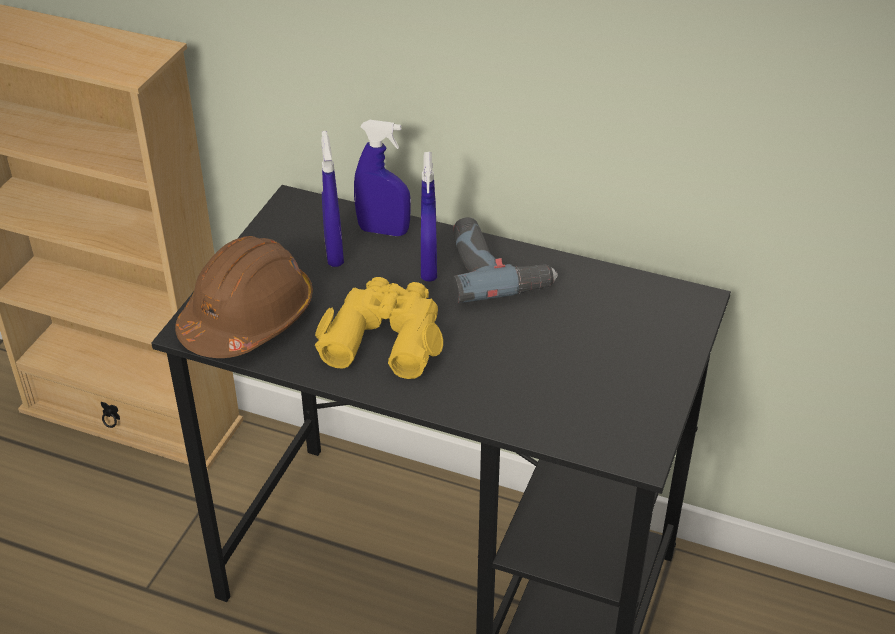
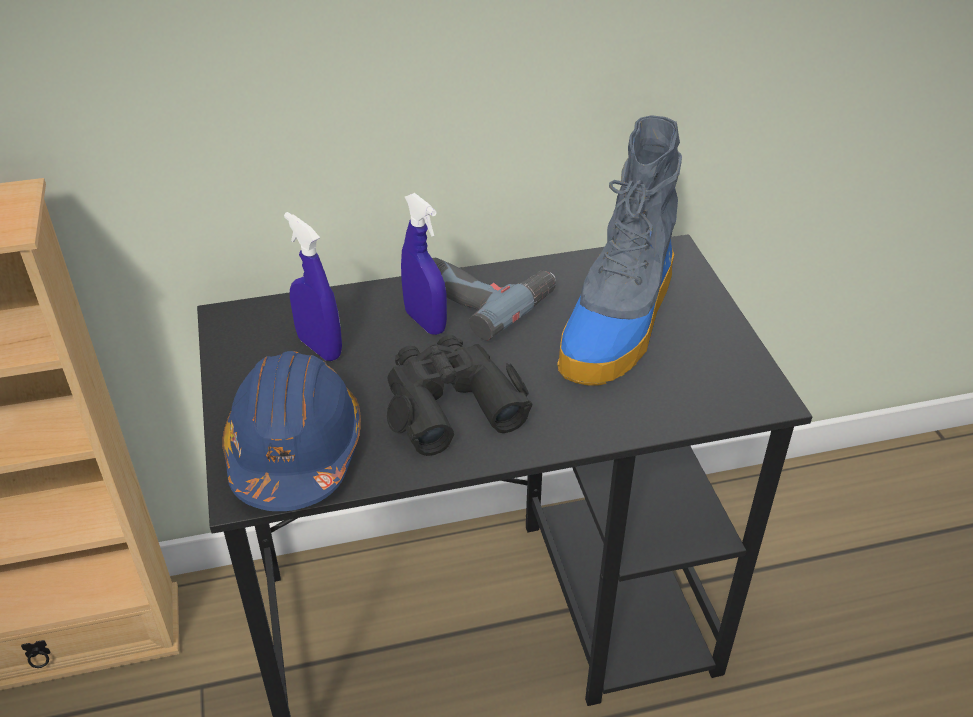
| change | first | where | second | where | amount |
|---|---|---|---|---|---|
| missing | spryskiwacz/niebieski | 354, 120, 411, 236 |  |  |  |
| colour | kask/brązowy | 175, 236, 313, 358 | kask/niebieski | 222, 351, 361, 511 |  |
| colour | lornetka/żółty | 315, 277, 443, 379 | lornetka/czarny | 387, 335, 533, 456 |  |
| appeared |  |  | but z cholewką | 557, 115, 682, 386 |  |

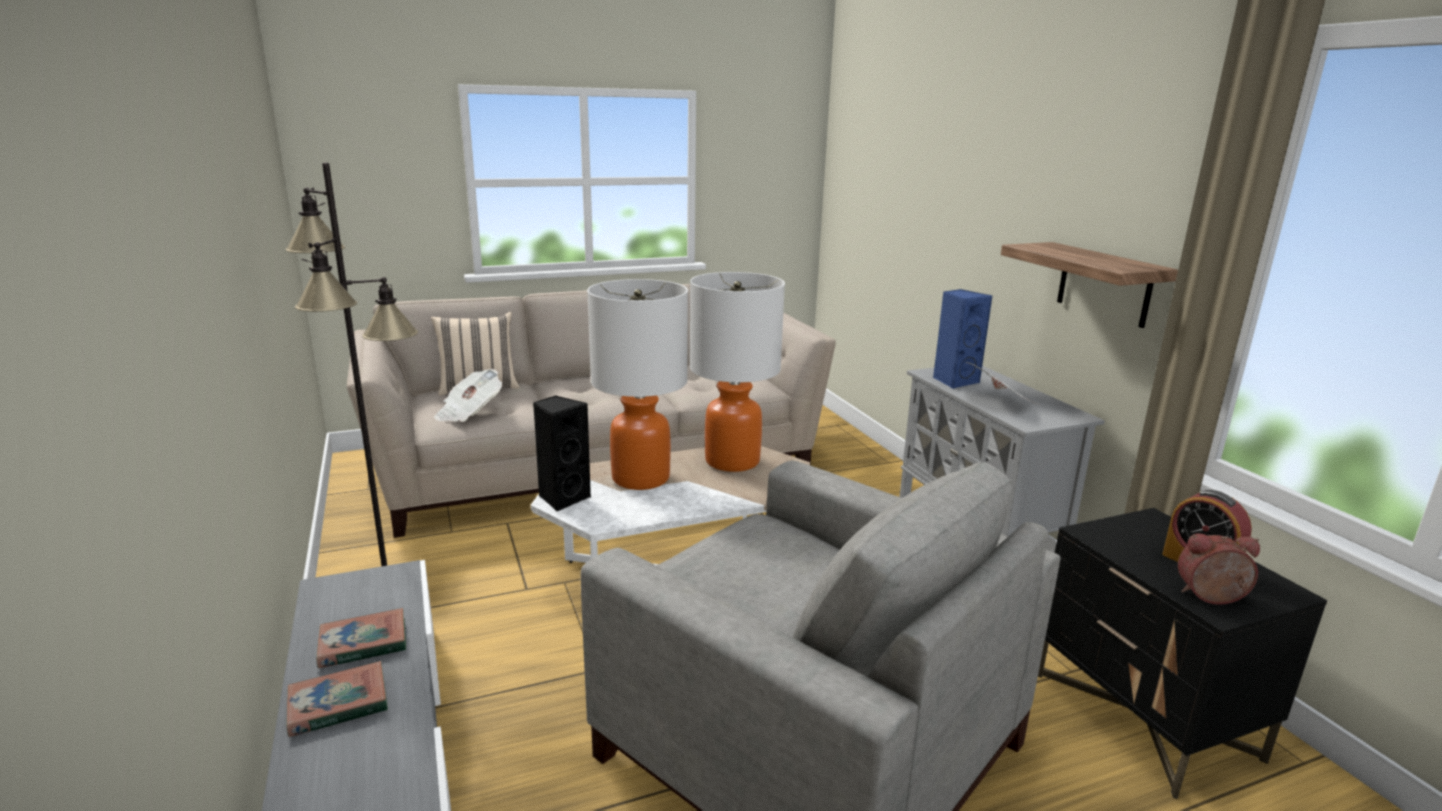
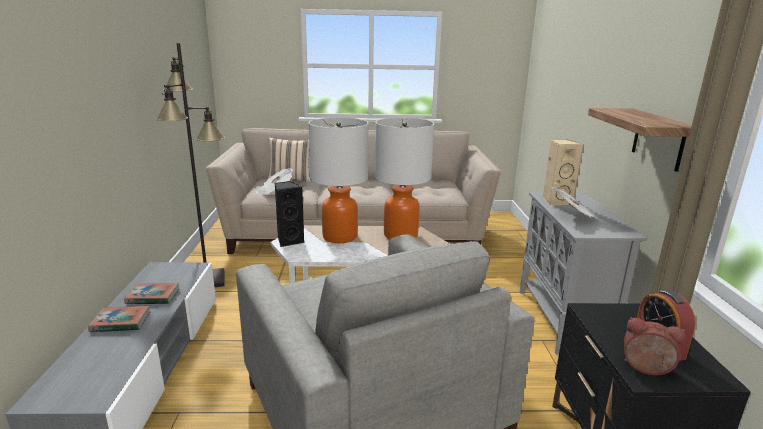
| change | first | where | second | where | amount |
|---|---|---|---|---|---|
| colour | głośnik/niebieski | 933, 289, 992, 389 | głośnik/beżowy | 542, 139, 584, 206 |  |

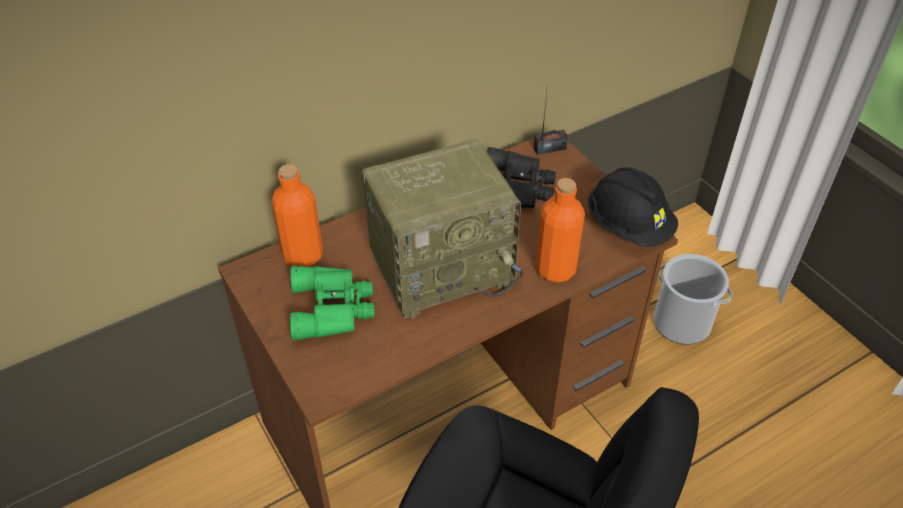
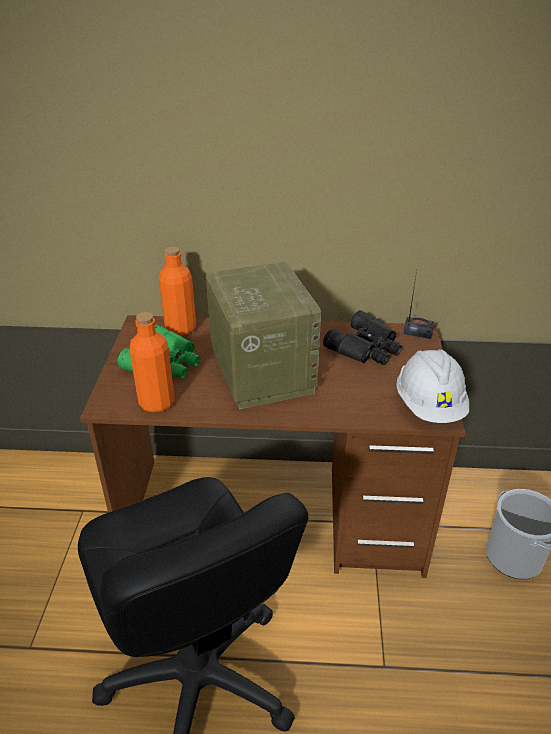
| change | first | where | second | where | amount |
|---|---|---|---|---|---|
| spun | radio | 362, 139, 523, 319 |  | 206, 262, 321, 409 | 120 degrees counterclockwise |
| colour | kask/czarny | 588, 167, 678, 247 | kask/biały | 396, 349, 469, 423 |  |
| relocated | butelka/pomarańczowy | 535, 178, 585, 283 |  | 130, 312, 175, 413 |  |

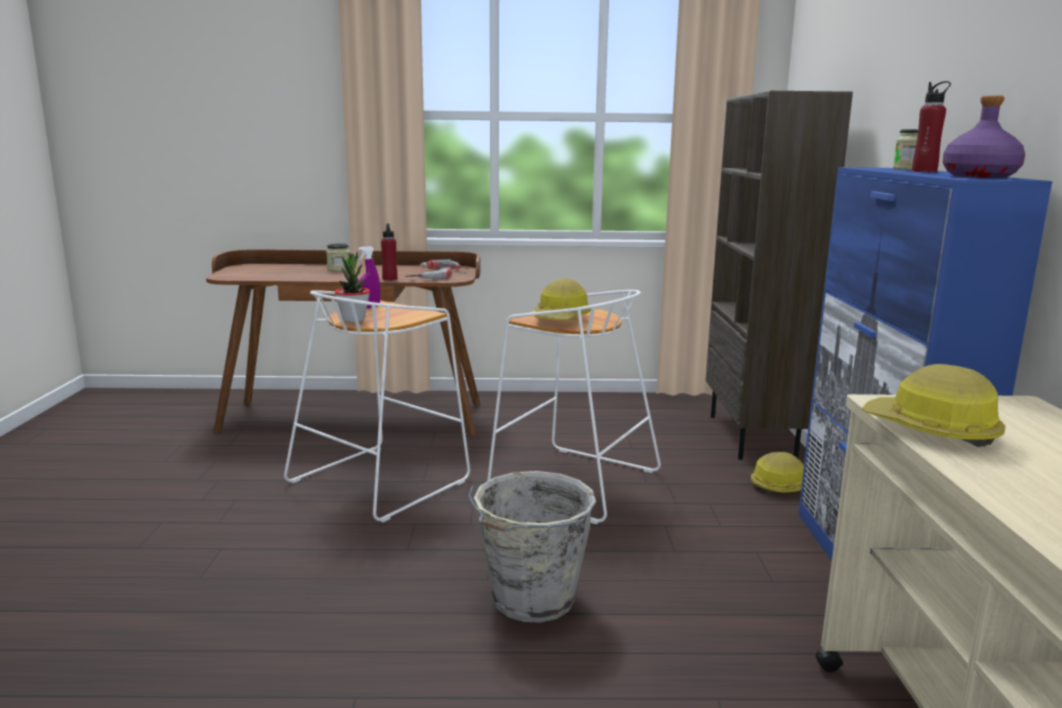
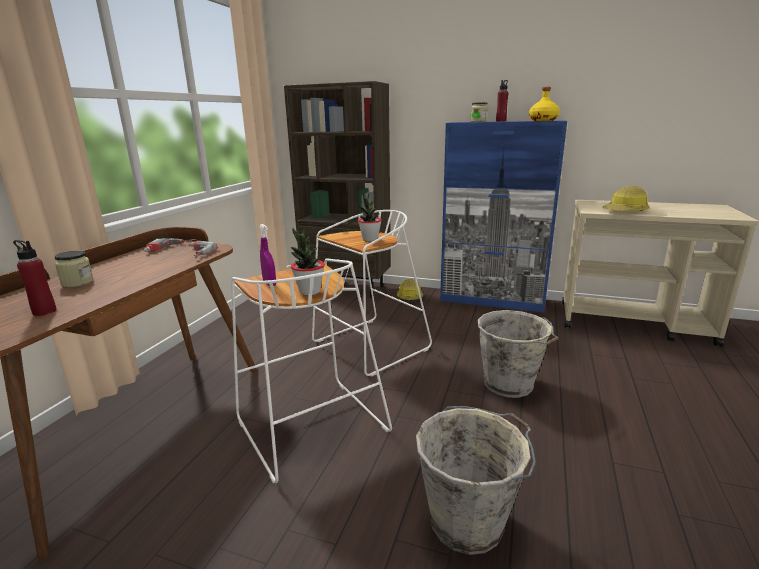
| change | first | where | second | where | amount |
|---|---|---|---|---|---|
| colour | butelka/fioletowy | 942, 95, 1025, 178 | butelka/żółty | 529, 87, 560, 121 |  |
| relocated | butelka/czerwony | 381, 223, 398, 281 |  | 13, 240, 57, 316 |  |
| exchanged | kask | 535, 278, 591, 320 | roślina doniczkowa | 358, 192, 382, 242 |  |
| appeared |  |  | wiadro/szary | 416, 406, 536, 555 |  |

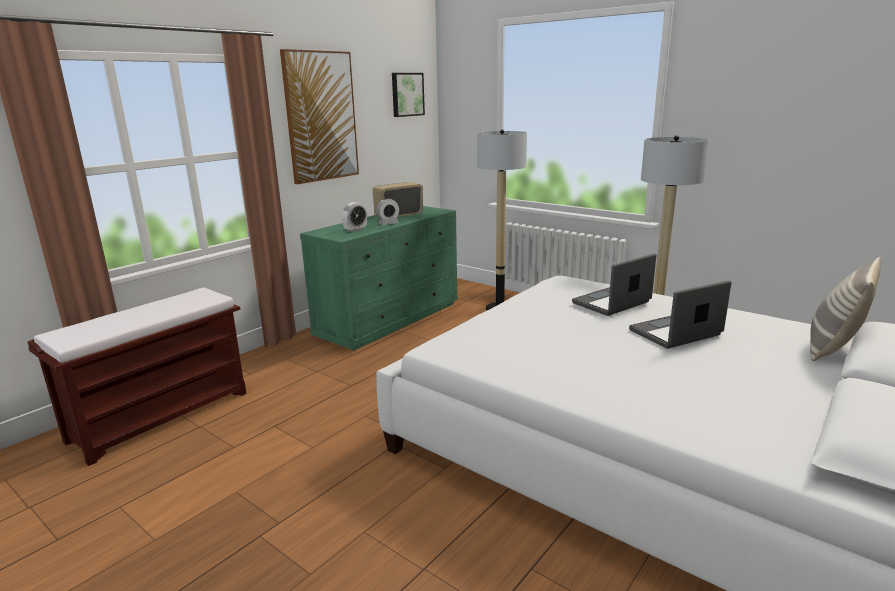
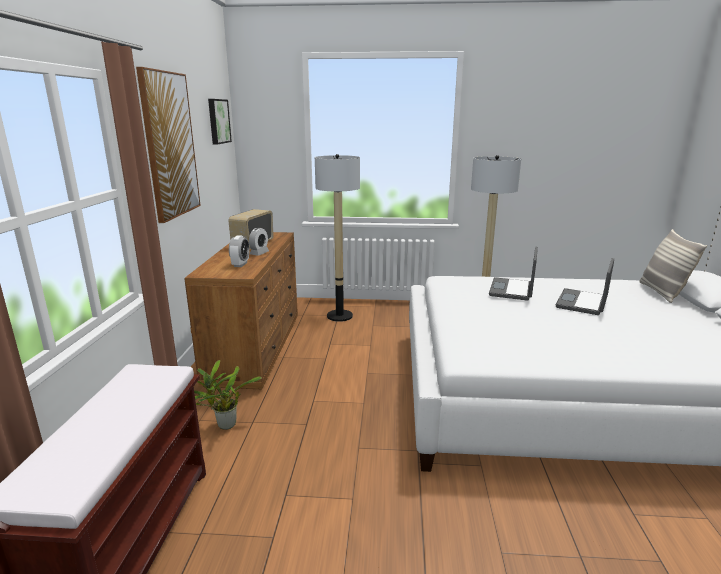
| change | first | where | second | where | amount |
|---|---|---|---|---|---|
| colour | komoda/zielony | 300, 206, 458, 350 | komoda/brązowy | 184, 232, 298, 389 |  |
| appeared |  |  | roślina doniczkowa | 194, 360, 262, 430 |  |

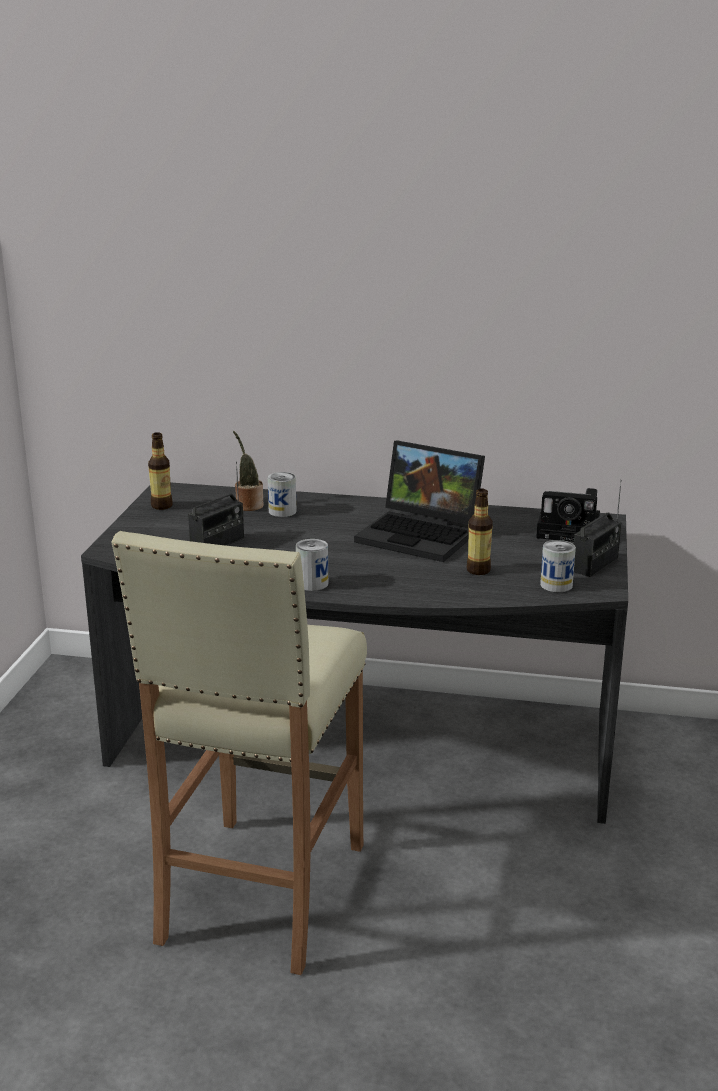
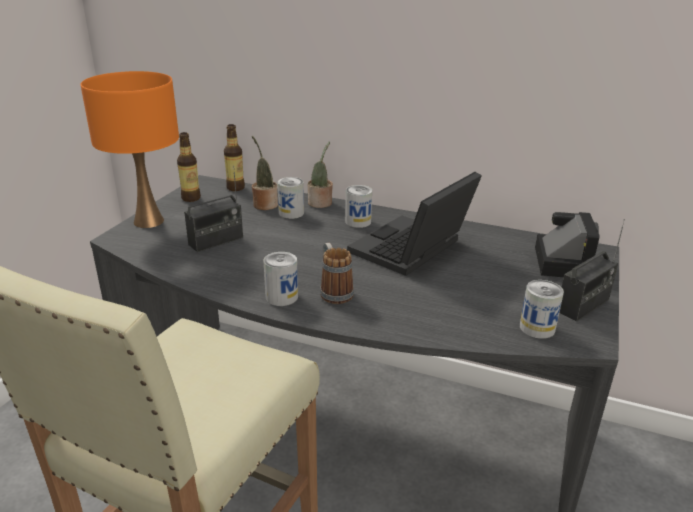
| change | first | where | second | where | amount |
|---|---|---|---|---|---|
| spun | laptop | 354, 441, 485, 562 |  | 347, 172, 482, 276 | 90 degrees clockwise |
| spun | aparat fotograficzny | 536, 488, 600, 542 |  | 535, 212, 600, 277 | 105 degrees counterclockwise |
| relocated | butelka | 466, 489, 493, 575 |  | 224, 124, 245, 191 |  |
| appeared |  |  | lampa stołowa/pomarańczowy | 80, 71, 179, 228 |  |
| appeared |  |  | roślina doniczkowa | 308, 142, 333, 208 |  |
| appeared |  |  | puszka | 345, 185, 372, 228 |  |
| appeared |  |  | kubek | 320, 243, 354, 304 |  |

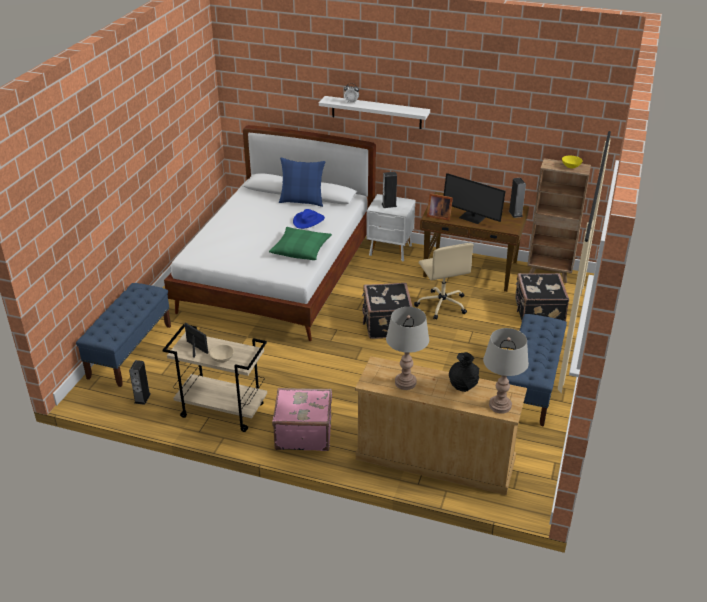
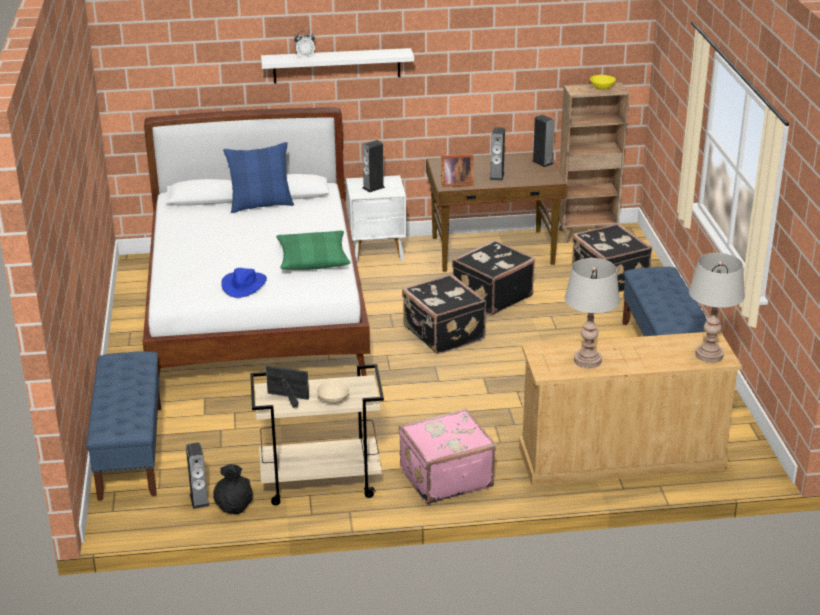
| change | first | where | second | where | amount |
|---|---|---|---|---|---|
| exchanged | monitor | 444, 173, 506, 224 | głośnik | 490, 127, 505, 181 |  |
| relocated | kapelusz/niebieski | 293, 209, 325, 229 |  | 221, 268, 267, 298 |  |
| exchanged | krzesło biurowe/beżowy | 414, 243, 474, 320 | walizka/czarny | 452, 240, 535, 316 |  |
| relocated | wazon/czarny | 449, 352, 479, 392 |  | 213, 464, 253, 514 |  |

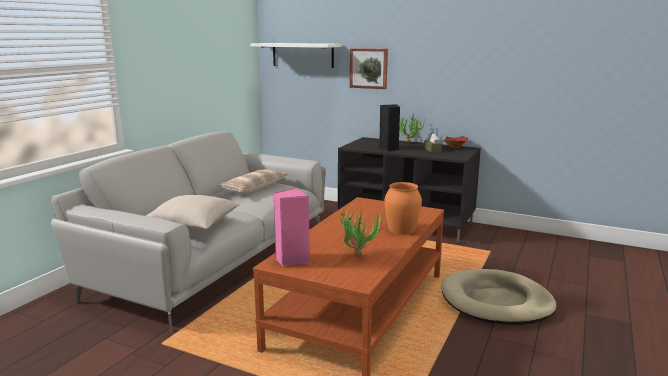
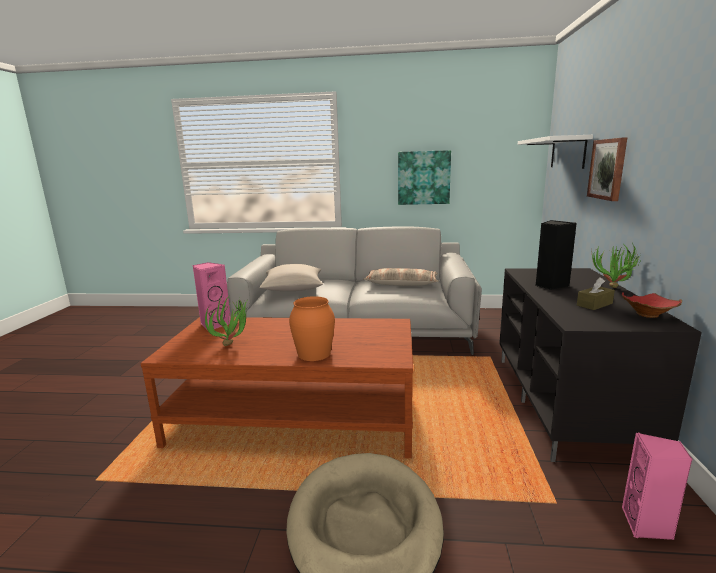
| change | first | where | second | where | amount |
|---|---|---|---|---|---|
| appeared |  |  | obraz | 398, 150, 451, 205 |  |
| appeared |  |  | głośnik/różowy | 622, 433, 693, 540 |  |

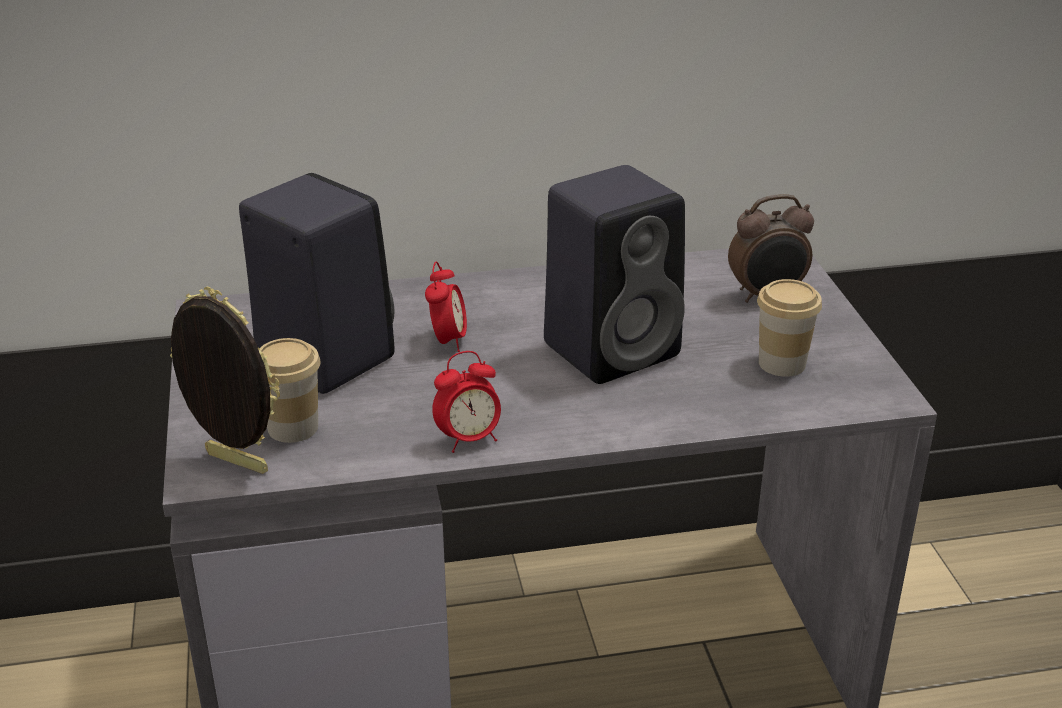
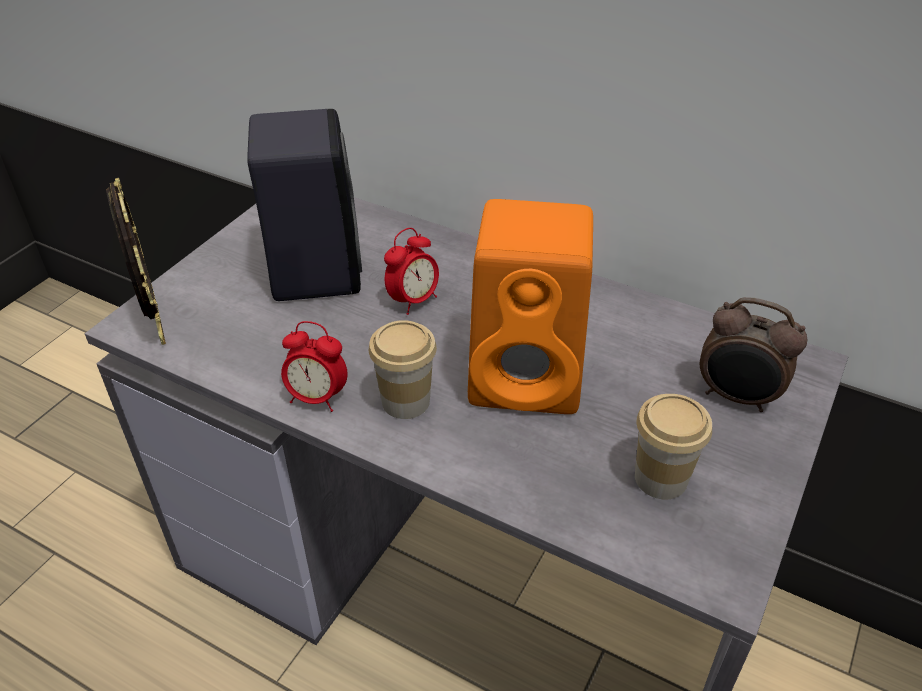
| change | first | where | second | where | amount |
|---|---|---|---|---|---|
| colour | głośnik/czarny | 544, 165, 685, 384 | głośnik/pomarańczowy | 468, 199, 593, 414 |  |
| relocated | filiżanka | 259, 338, 321, 443 |  | 369, 320, 437, 419 |  |

